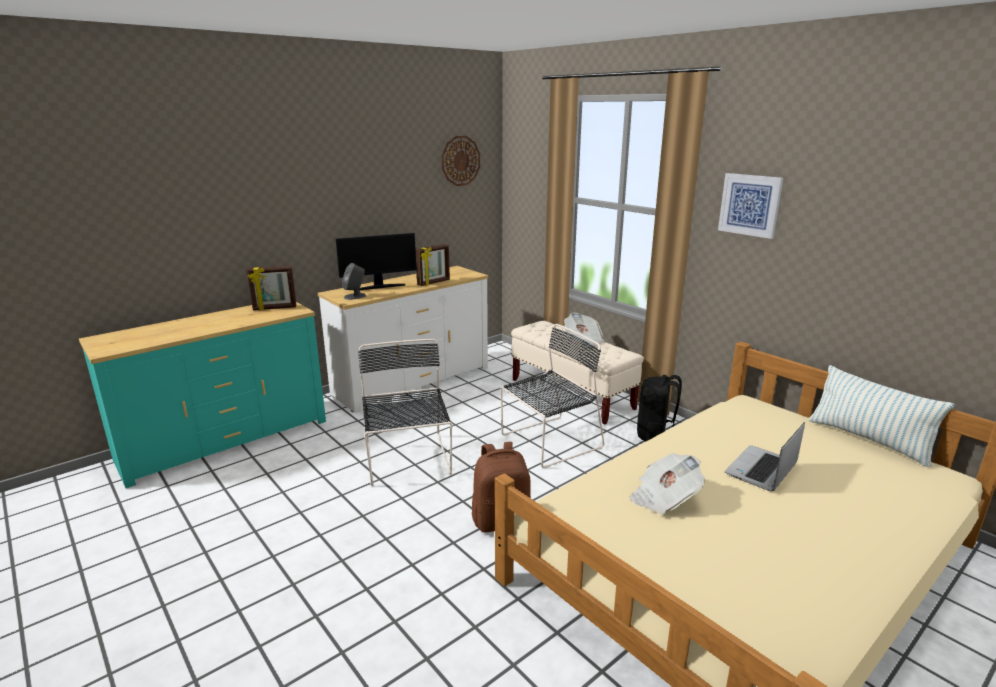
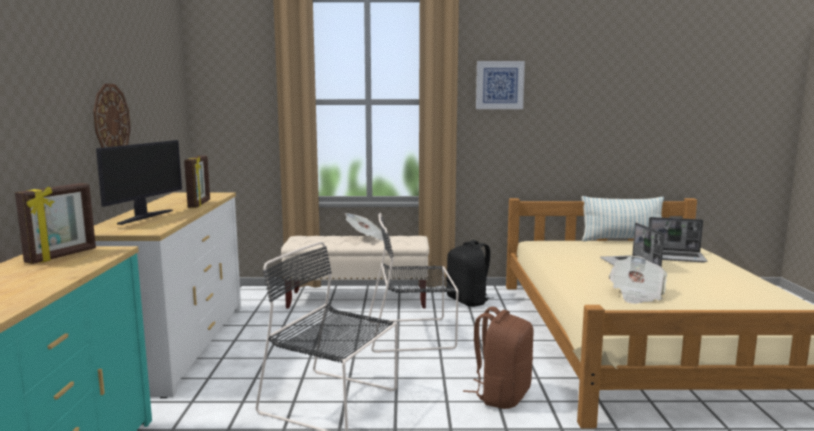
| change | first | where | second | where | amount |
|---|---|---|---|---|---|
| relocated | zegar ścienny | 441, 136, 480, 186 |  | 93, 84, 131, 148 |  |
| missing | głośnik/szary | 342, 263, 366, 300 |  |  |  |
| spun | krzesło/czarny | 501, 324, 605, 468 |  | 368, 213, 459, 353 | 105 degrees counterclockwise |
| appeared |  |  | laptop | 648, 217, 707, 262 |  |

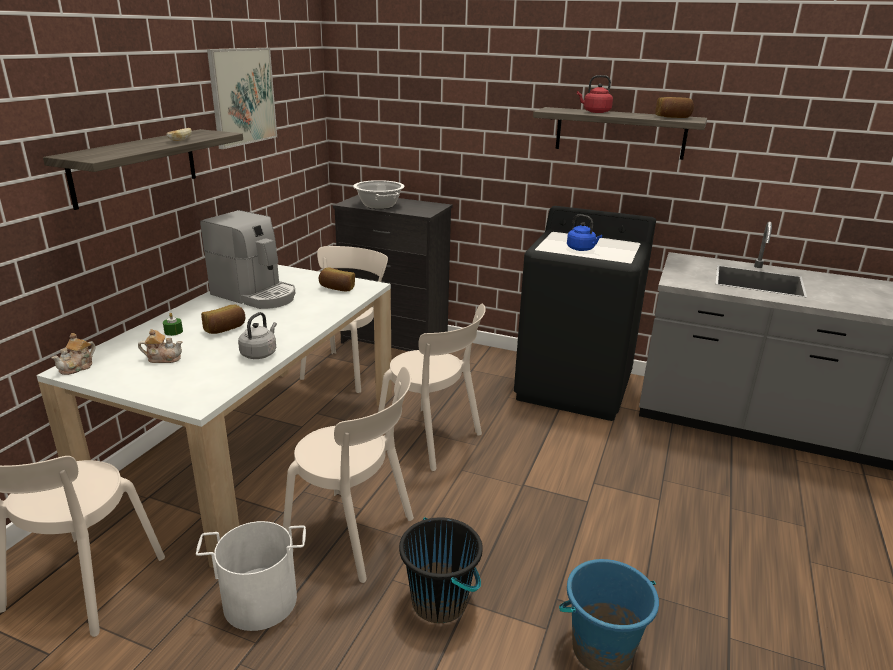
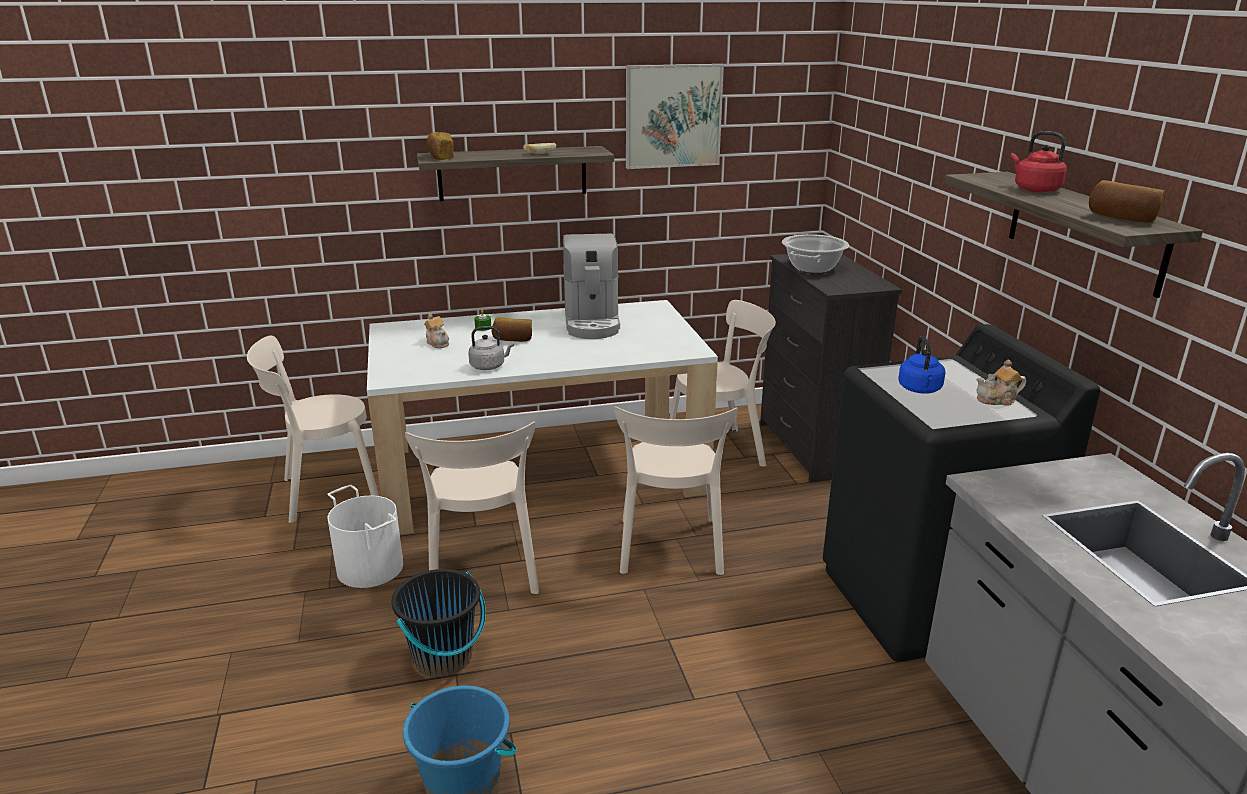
| change | first | where | second | where | amount |
|---|---|---|---|---|---|
| relocated | chleb | 319, 267, 355, 292 |  | 427, 132, 454, 160 |  |
| relocated | imbryk | 51, 333, 96, 375 |  | 976, 360, 1026, 406 |  |

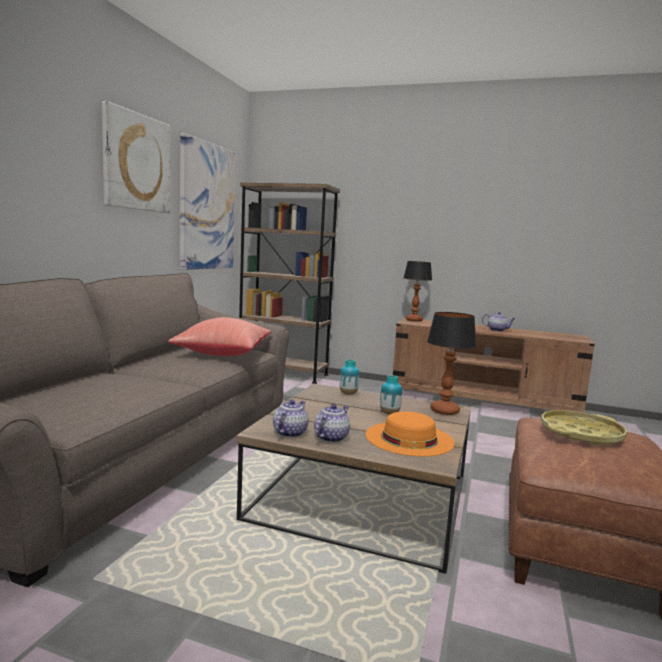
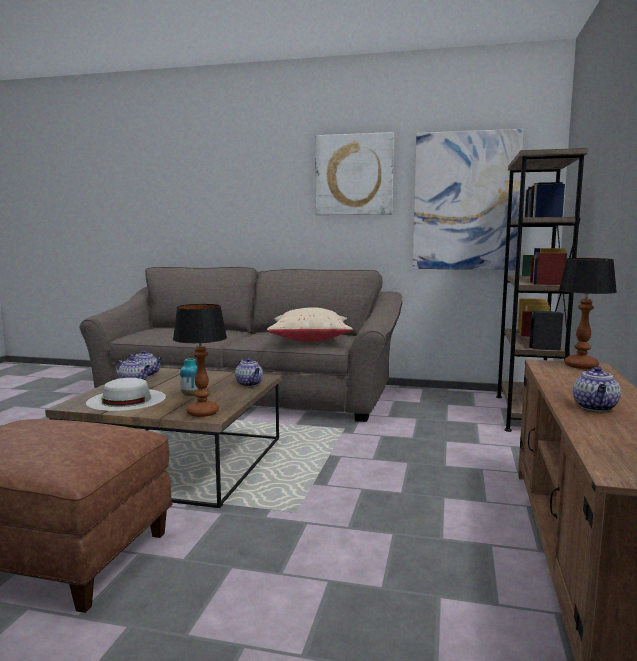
| change | first | where | second | where | amount |
|---|---|---|---|---|---|
| colour | poduszka/czerwony | 168, 317, 271, 356 | poduszka/beżowy | 267, 307, 353, 342 |  |
| exchanged | wazon | 340, 359, 359, 395 | imbryk | 235, 358, 263, 387 |  |
| missing | taca/żółty | 541, 410, 627, 445 |  |  |  |
| colour | kapelusz/pomarańczowy | 366, 411, 454, 457 | kapelusz/biały | 86, 378, 166, 411 |  |

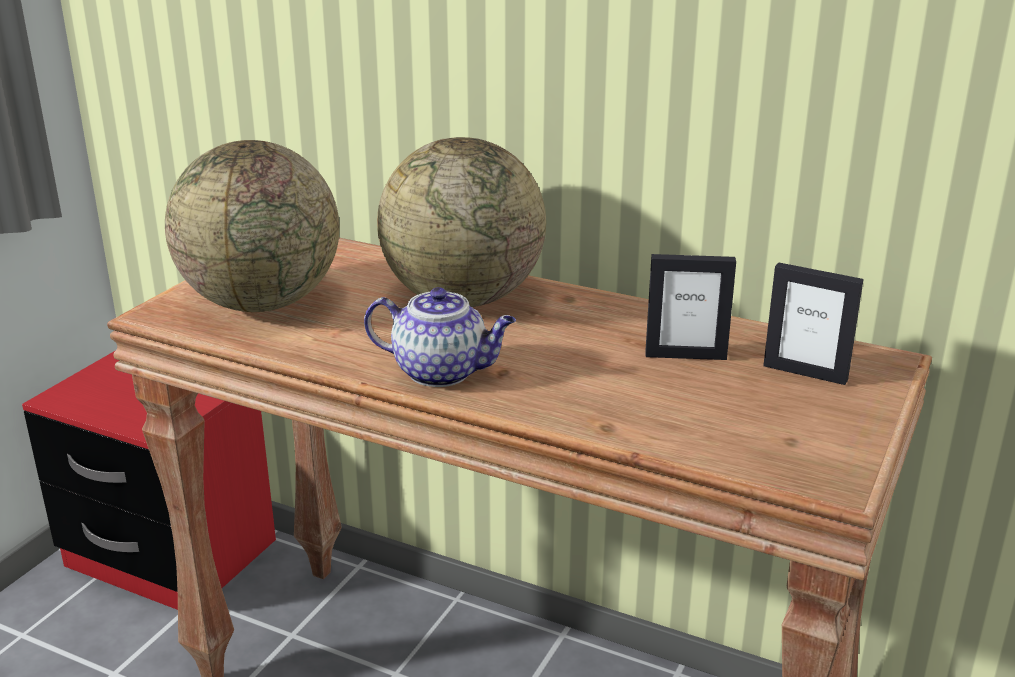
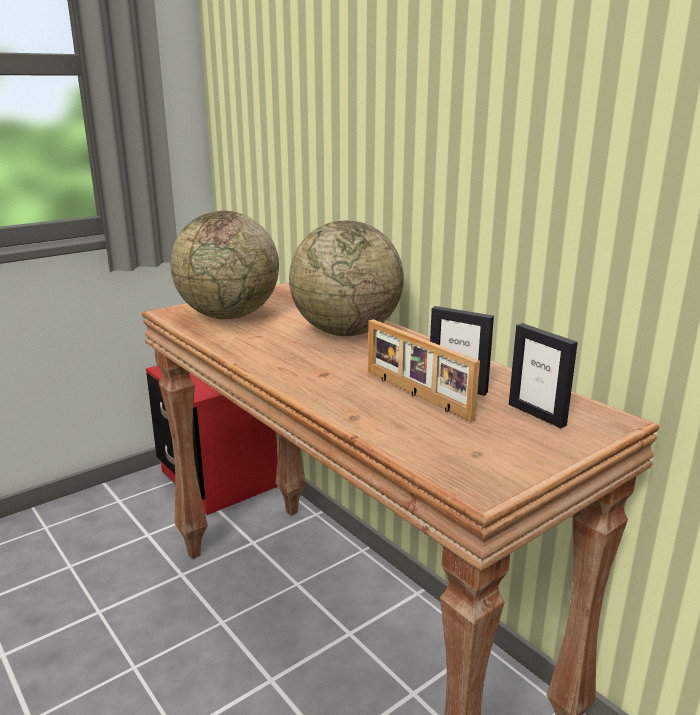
| change | first | where | second | where | amount |
|---|---|---|---|---|---|
| missing | imbryk | 364, 287, 516, 387 |  |  |  |
| appeared |  |  | ramka na zdjęcie | 368, 319, 480, 422 |  |

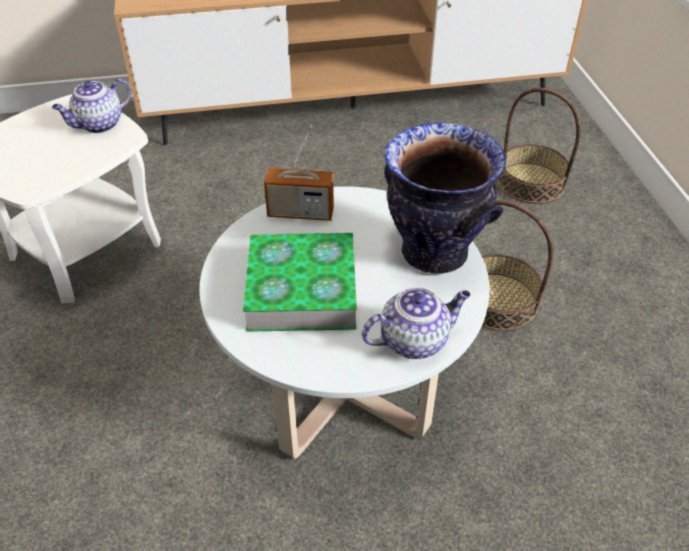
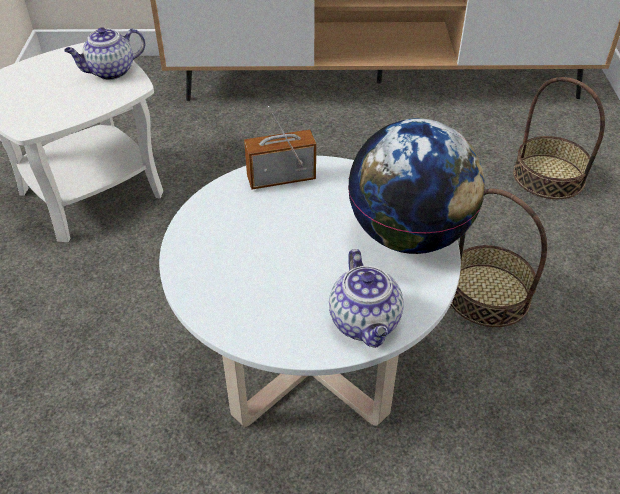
| change | first | where | second | where | amount |
|---|---|---|---|---|---|
| exchanged | wazon | 384, 123, 506, 274 | globus | 348, 118, 485, 254 |  |
| spun | radio | 264, 125, 334, 221 |  | 244, 106, 316, 189 | 150 degrees clockwise |
| missing | książka | 243, 233, 357, 332 |  |  |  |
| spun | imbryk | 362, 287, 470, 359 |  | 329, 249, 404, 348 | 90 degrees clockwise |

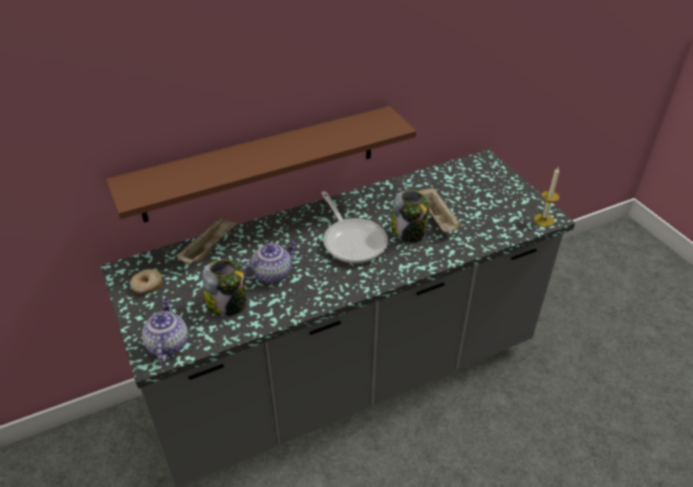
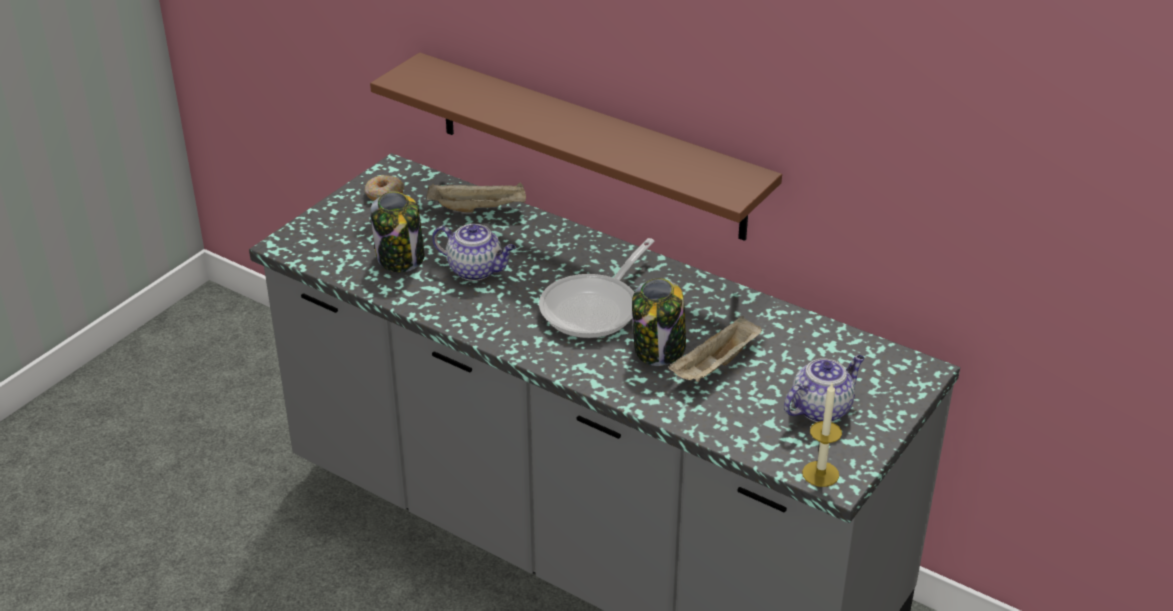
| change | first | where | second | where | amount |
|---|---|---|---|---|---|
| relocated | imbryk | 142, 298, 188, 364 |  | 784, 355, 864, 422 |  |

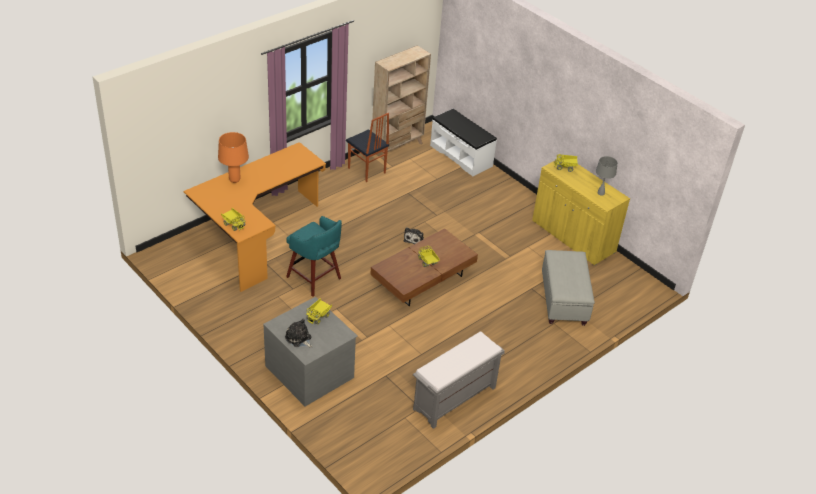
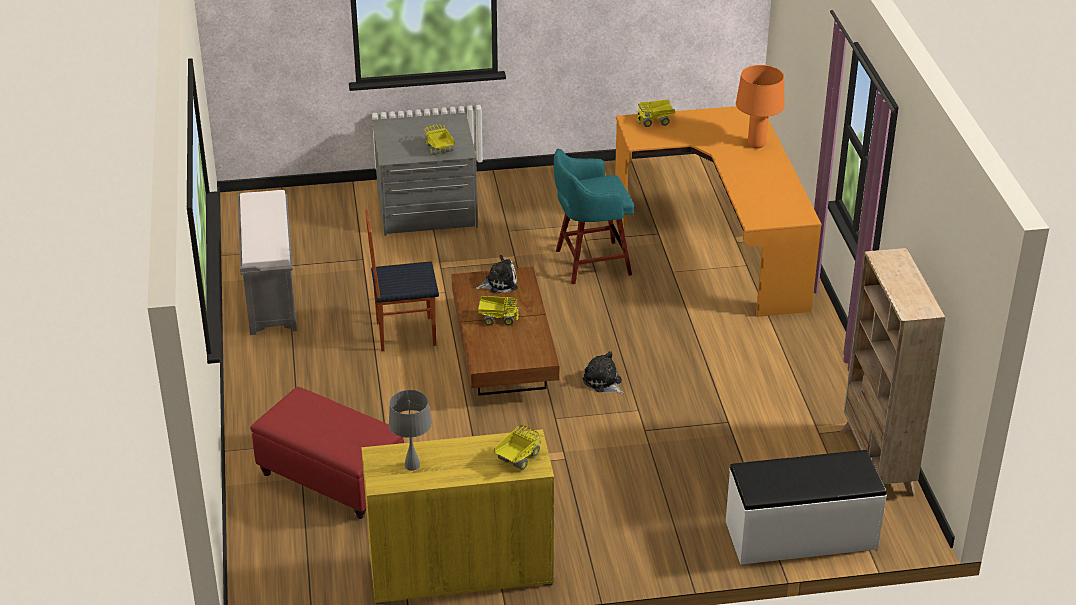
| change | first | where | second | where | amount |
|---|---|---|---|---|---|
| relocated | krzesło | 346, 113, 389, 182 |  | 365, 210, 439, 351 |  |
| colour | pufa/szary | 542, 250, 595, 326 | pufa/czerwony | 250, 386, 404, 519 |  |
| relocated | pluszak | 285, 319, 313, 348 |  | 475, 255, 518, 293 |  |

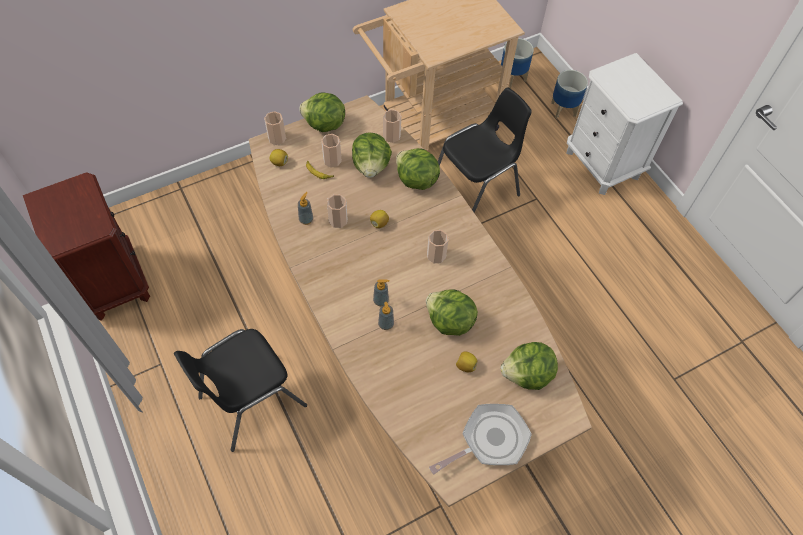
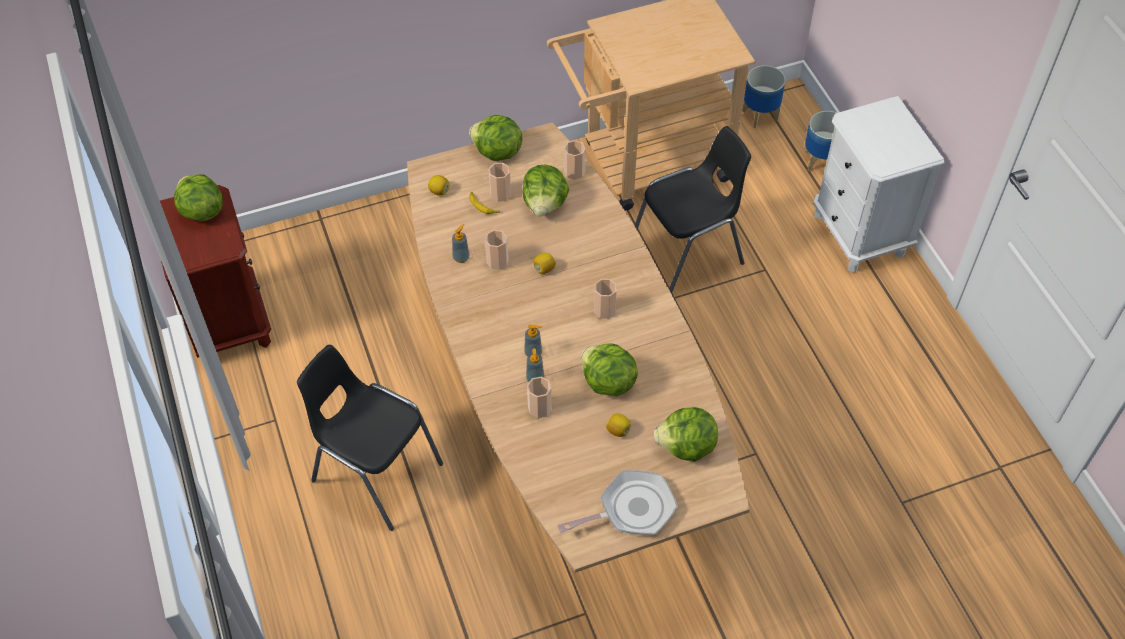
| change | first | where | second | where | amount |
|---|---|---|---|---|---|
| relocated | filiżanka | 264, 111, 286, 145 |  | 527, 377, 552, 418 |  |
| relocated | sałata | 396, 148, 440, 190 |  | 174, 174, 223, 222 |  |
| spun | krzesło/czarny | 174, 329, 307, 452 |  | 297, 344, 443, 531 | 60 degrees clockwise |

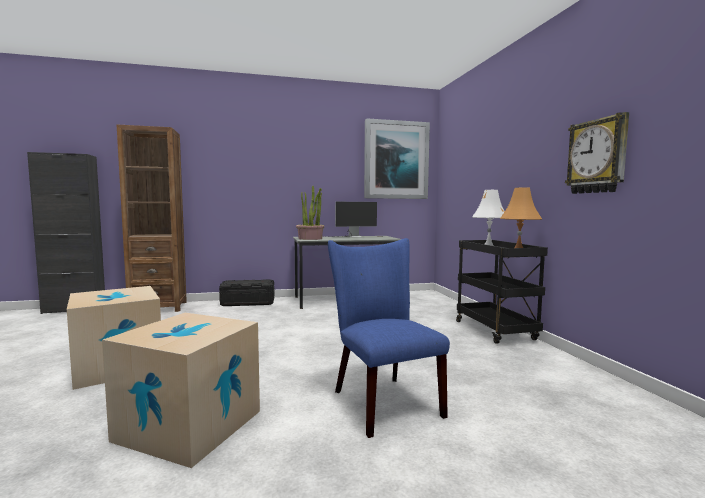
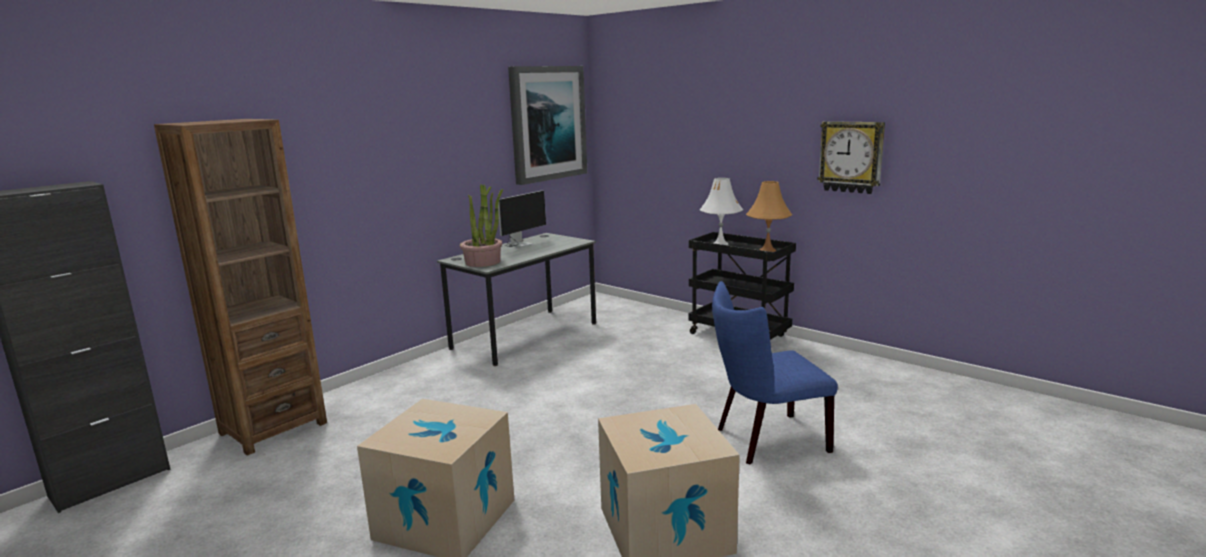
| change | first | where | second | where | amount |
|---|---|---|---|---|---|
| spun | krzesło/niebieski | 328, 238, 450, 438 |  | 712, 281, 838, 465 | 45 degrees counterclockwise |
| missing | pojemnik do przechowywania/czarny | 219, 279, 274, 306 |  |  |  |

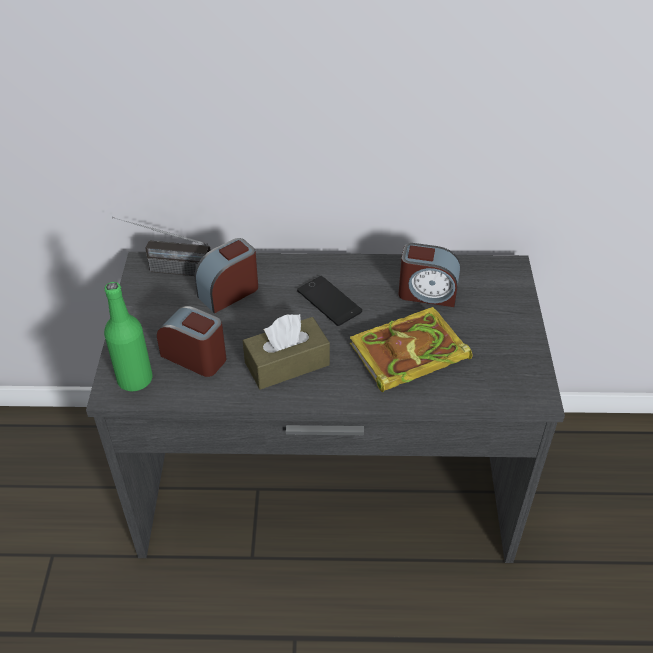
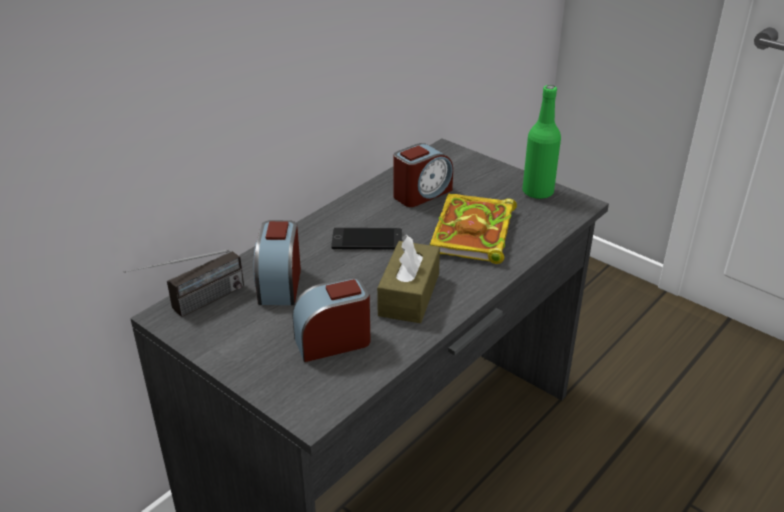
| change | first | where | second | where | amount |
|---|---|---|---|---|---|
| relocated | butelka/zielony | 104, 282, 153, 391 |  | 522, 85, 561, 199 |  |

